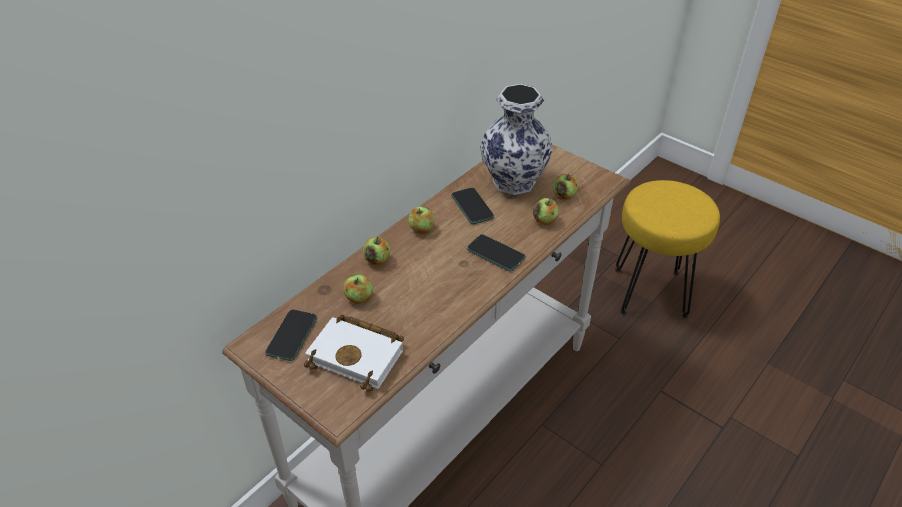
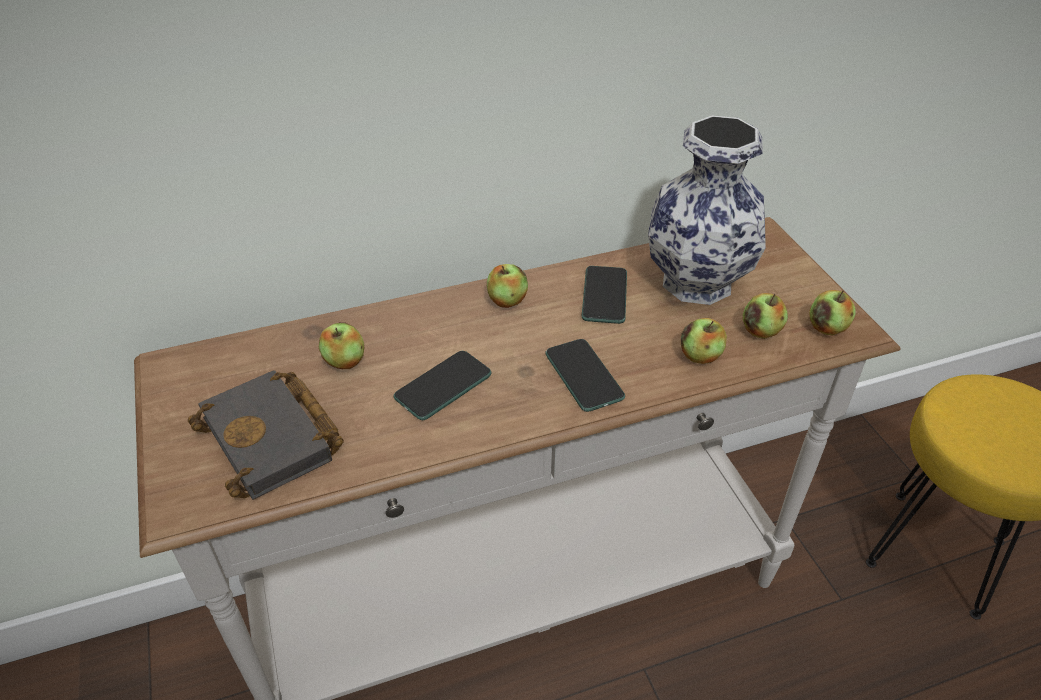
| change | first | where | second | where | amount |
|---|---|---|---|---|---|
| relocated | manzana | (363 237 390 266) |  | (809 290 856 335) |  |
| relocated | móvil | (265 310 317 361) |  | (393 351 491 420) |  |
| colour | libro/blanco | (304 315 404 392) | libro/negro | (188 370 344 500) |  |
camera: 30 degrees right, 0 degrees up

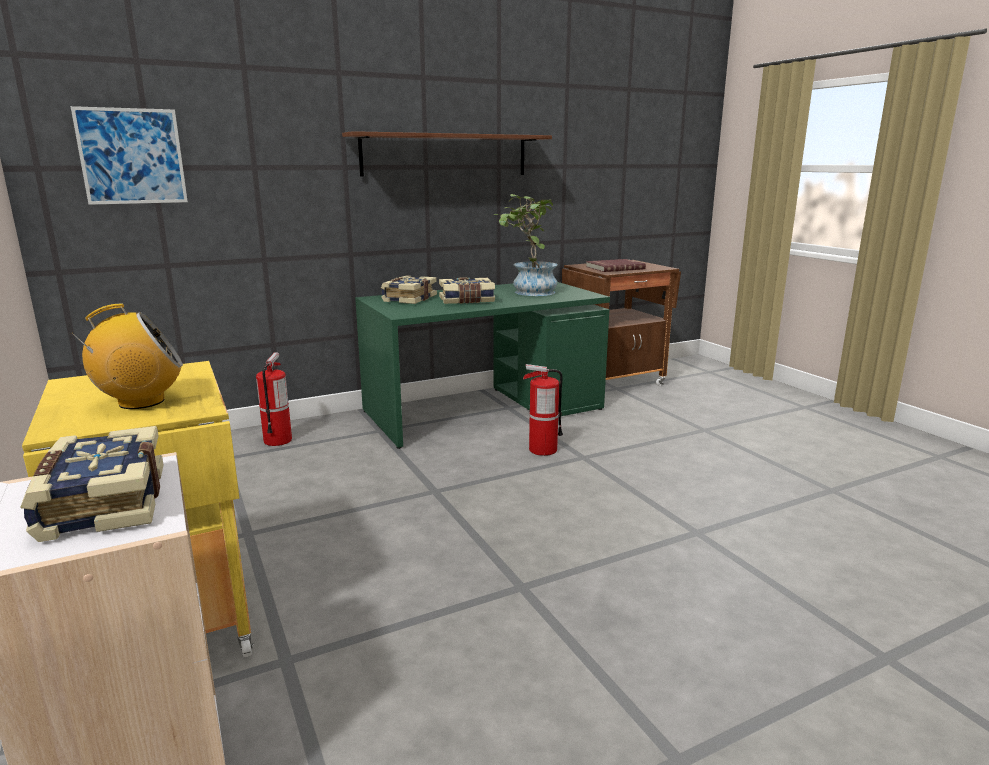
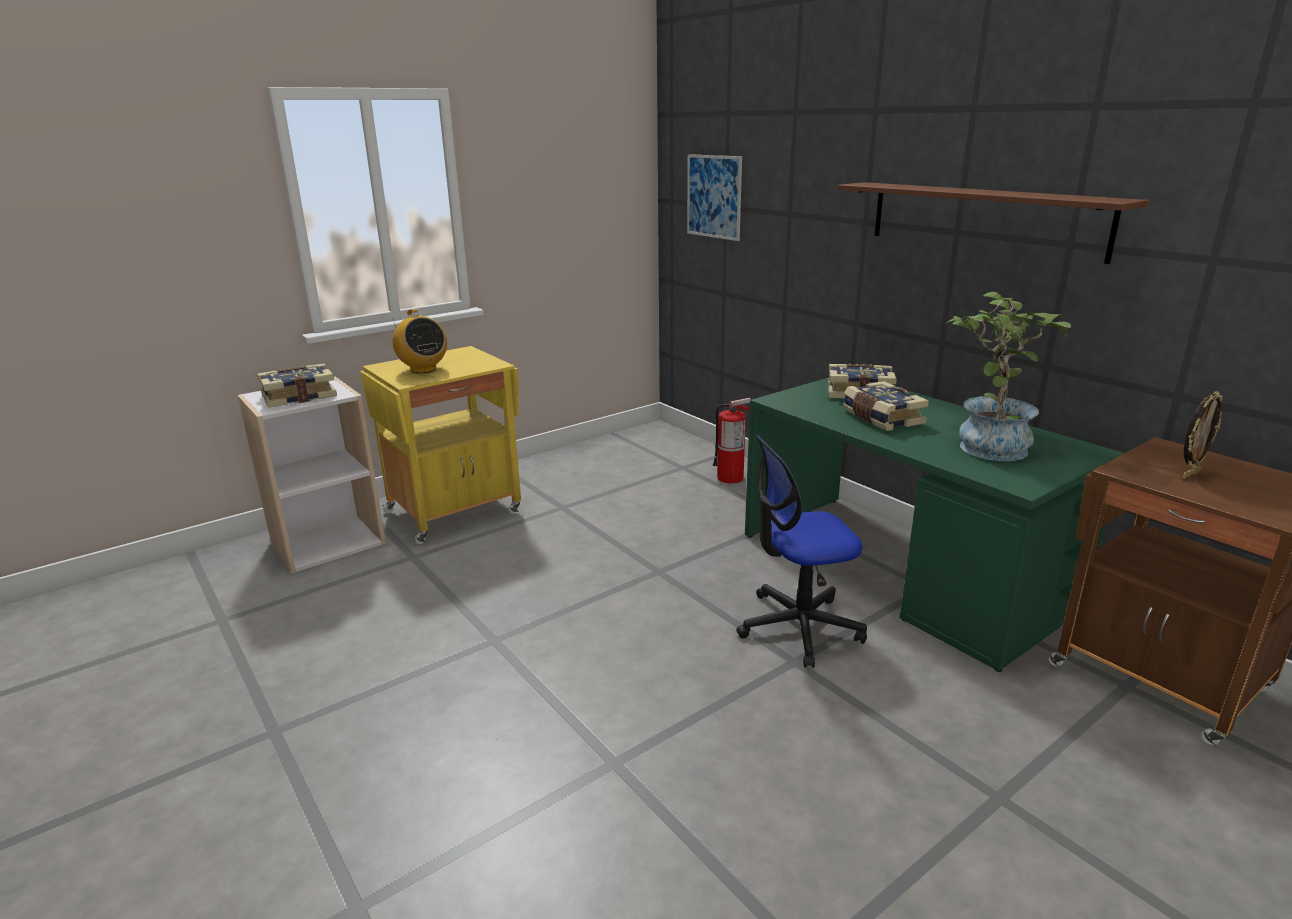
| change | first | where | second | where | amount |
|---|---|---|---|---|---|
| exchanged | libro/rojo | (586 259 646 272) | portarretratos | (1183 391 1223 479) |  |
| exchanged | extintor | (523 364 563 456) | silla de oficina | (736 435 867 668) |  |
camera: 80 degrees right, 5 degrees up

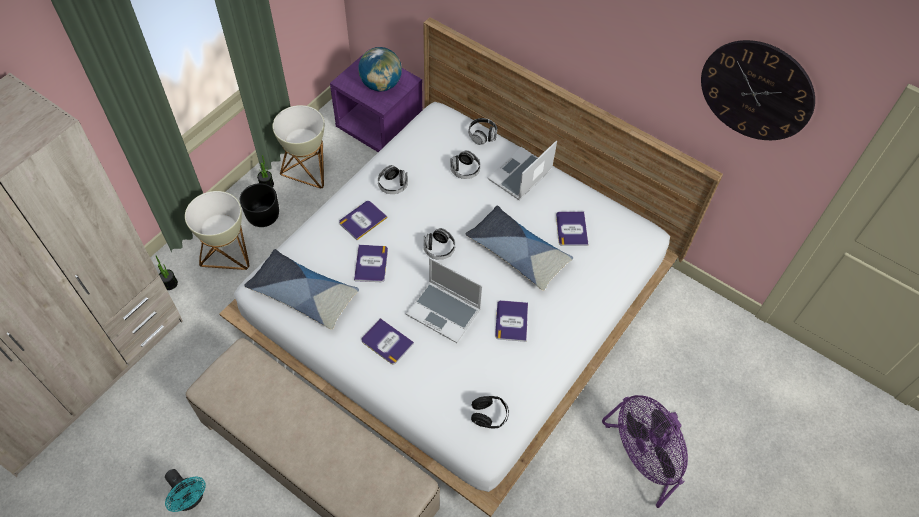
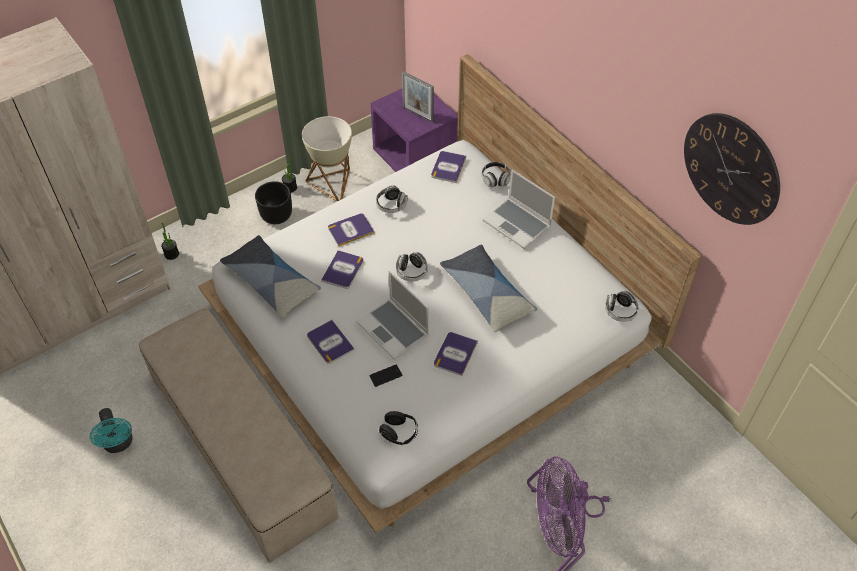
| change | first | where | second | where | amount |
|---|---|---|---|---|---|
| exchanged | globo terráqueo | (358 47 402 91) | portarretratos | (402 71 434 122) |  |
| spun | portátil | (488 140 557 200) |  | (483 169 555 249) | 105 degrees counterclockwise |
| relocated | auriculares | (450 150 481 179) |  | (605 290 639 322) |  |
| missing | maceta | (185 191 249 270) |  |  |  |
| relocated | libro | (556 211 588 246) |  | (431 151 466 183) |  |
| appeared |  |  | móvil | (370 365 402 387) |  |
camera: 20 degrees right, 5 degrees down

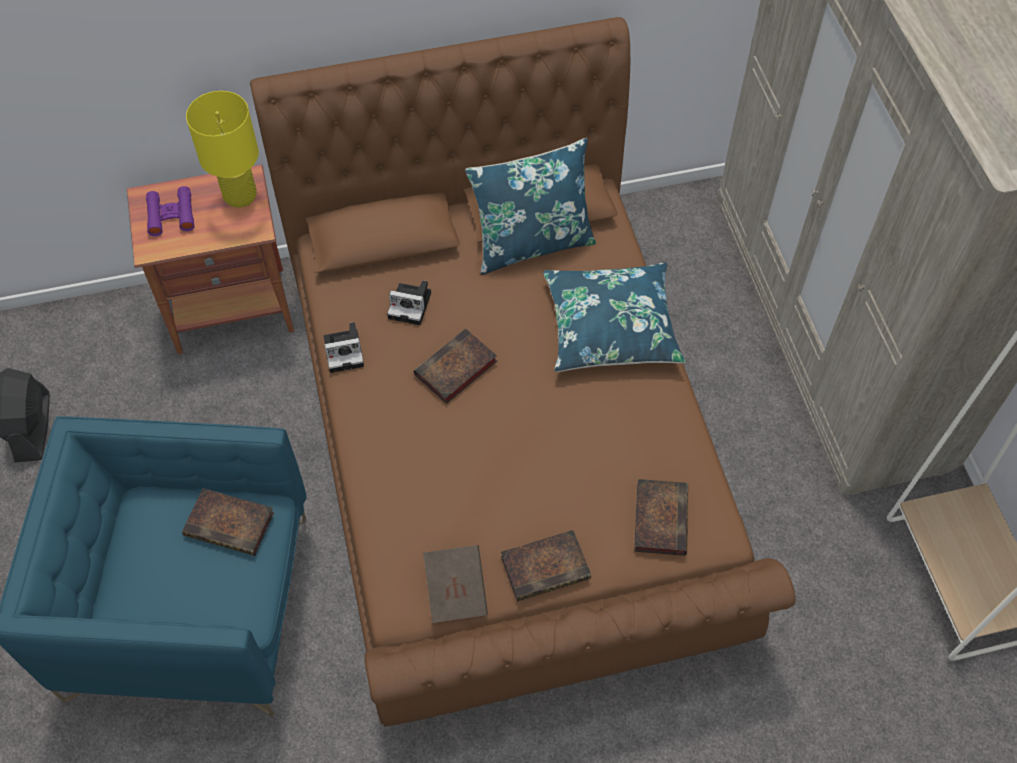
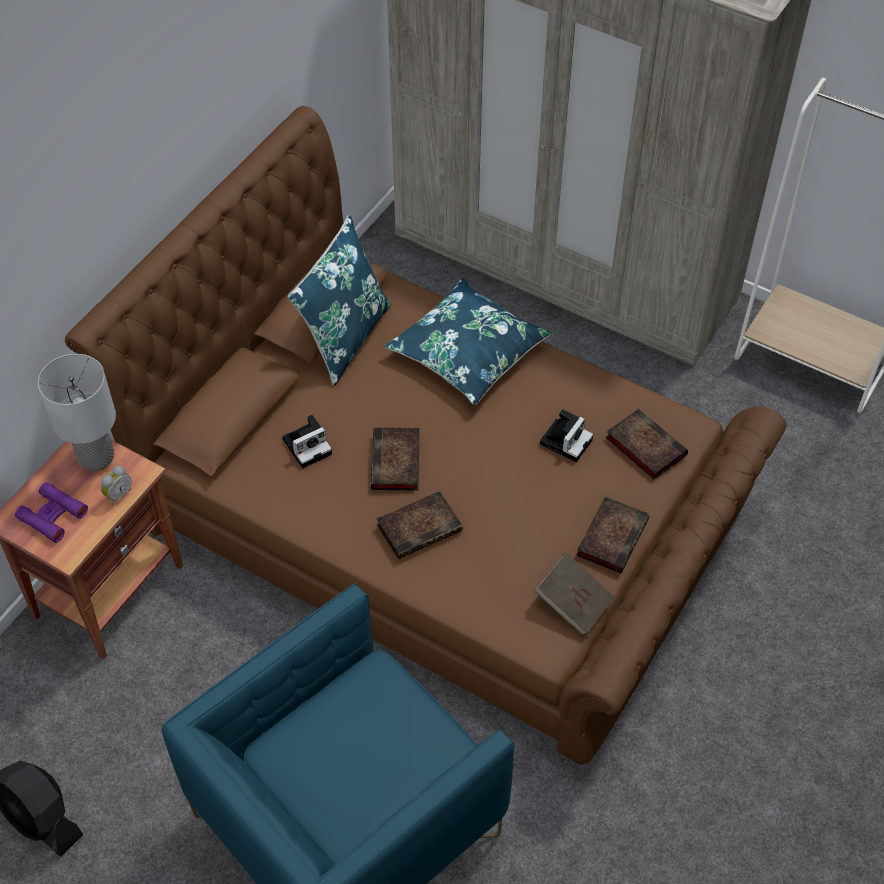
| change | first | where | second | where | amount |
|---|---|---|---|---|---|
| colour | lámpara de mesa/amarillo | (186 91 259 208) | lámpara de mesa/gris | (38 354 116 471) |  |
| relocated | cámara | (324 322 364 373) |  | (540 409 593 462) |  |
| relocated | libro | (182 488 274 556) |  | (377 491 463 559) |  |
| appeared |  |  | despertador | (101 466 132 505) |  |
camera: 45 degrees left, 5 degrees down

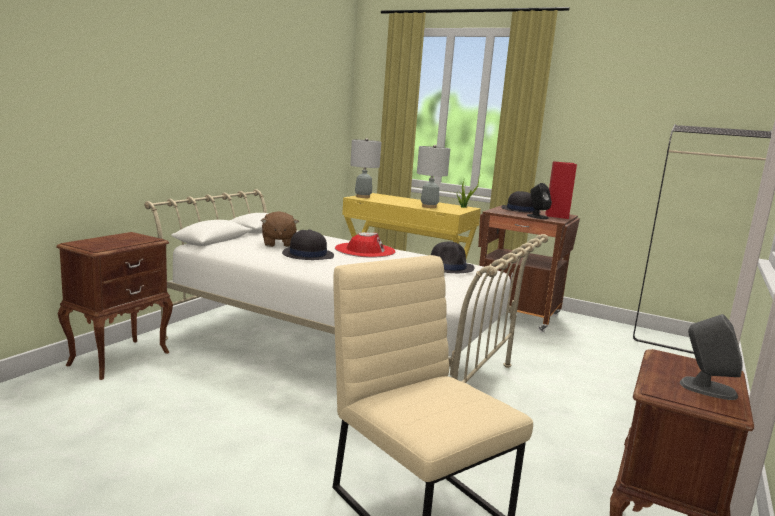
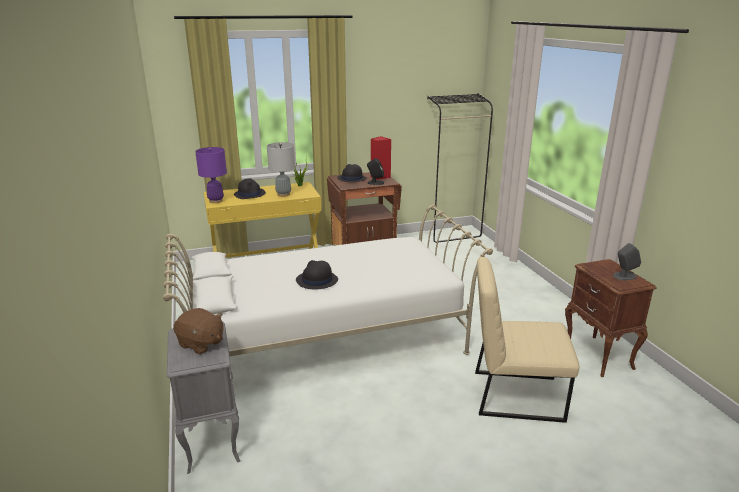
| change | first | where | second | where | amount |
|---|---|---|---|---|---|
| colour | lámpara de mesa/gris | (350 138 381 198) | lámpara de mesa/morado | (195 147 227 203) |  |
| relocated | peluche/marrón | (261 211 299 247) |  | (173 308 224 355) |  |
| colour | mesita de noche/marrón | (56 232 173 380) | mesita de noche/gris | (167 321 240 474) |  |
| missing | sombrero/rojo | (335 232 396 258) |  |  |  |
| relocated | sombrero/negro | (431 242 474 273) |  | (234 178 266 199) |  |
camera: 45 degrees left, 10 degrees up

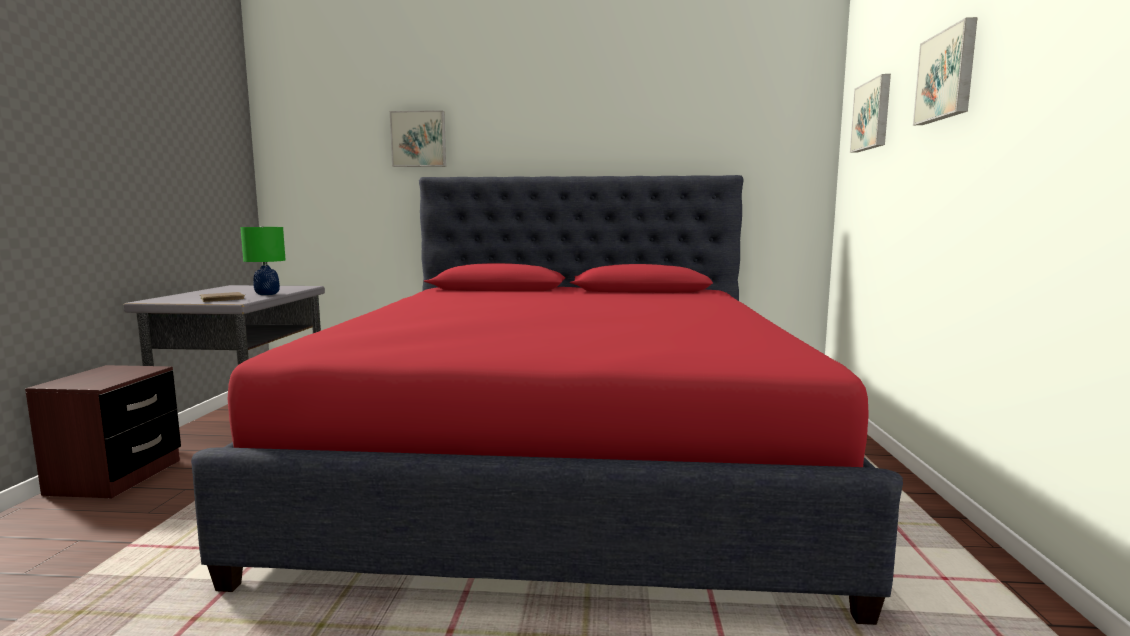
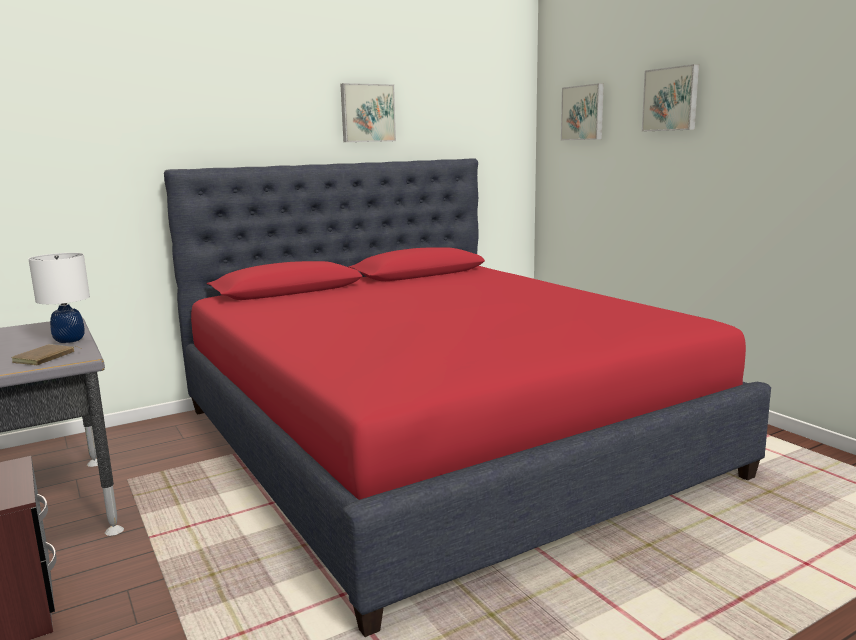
| change | first | where | second | where | amount |
|---|---|---|---|---|---|
| relocated | cuadro | (390 110 446 167) |  | (340 83 396 142) |  |
| colour | lámpara de mesa/verde | (240 226 286 295) | lámpara de mesa/blanco | (28 253 90 343) |  |
camera: 35 degrees left, 5 degrees up

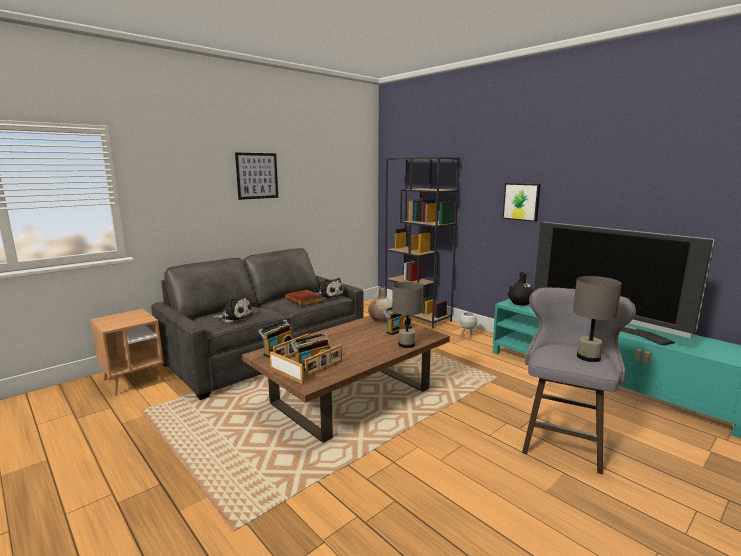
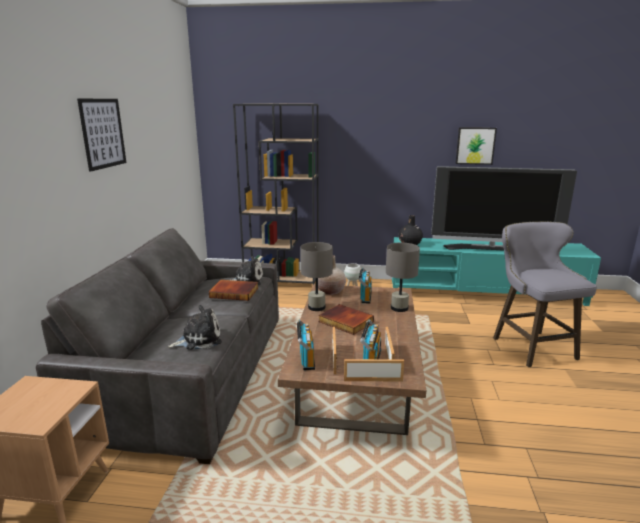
| change | first | where | second | where | amount |
|---|---|---|---|---|---|
| relocated | cuadro | (502 183 541 222) |  | (455 127 497 165) |  |
| relocated | lámpara de mesa/gris | (573 276 622 362) |  | (300 242 333 311) |  |
| appeared |  |  | libro | (318 304 374 335) |  |
camera: 40 degrees left, 5 degrees up

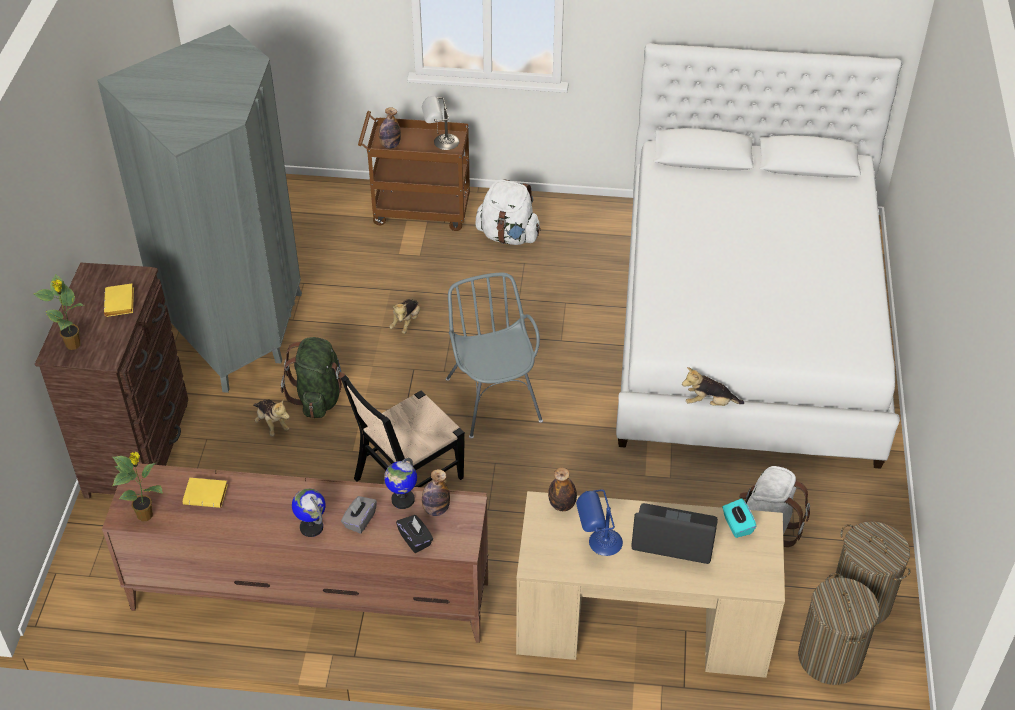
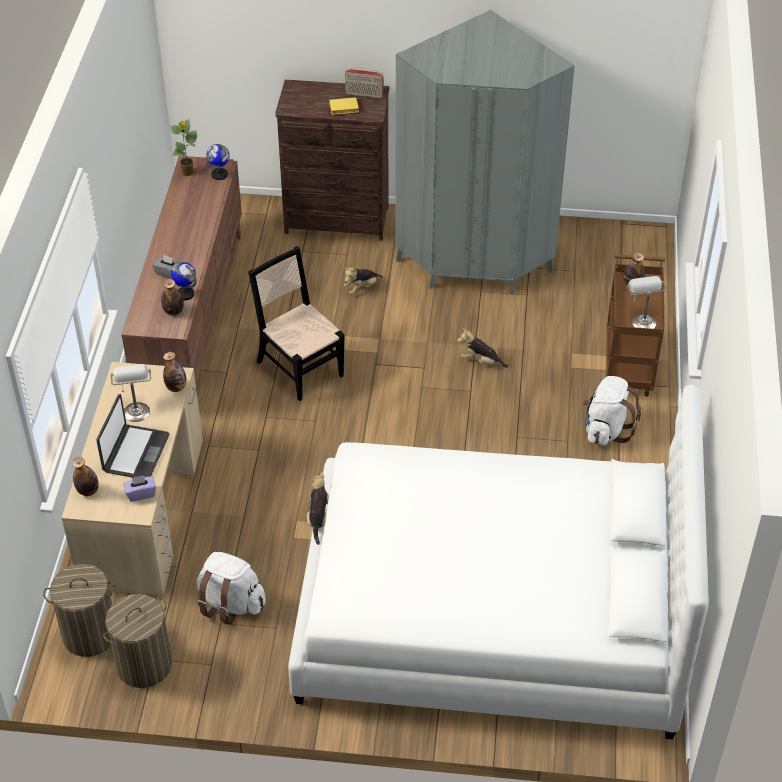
| change | first | where | second | where | amount |
|---|---|---|---|---|---|
| missing | silla/gris | (446 273 543 439) |  |  |  |
| missing | planta en maceta | (34 274 84 350) |  |  |  |
| missing | mochila/verde | (281 337 346 418) |  |  |  |
| missing | libro/amarillo | (183 478 228 508) |  |  |  |
| relocated | globo terráqueo | (292 488 326 537) |  | (206 144 230 180) |  |
| colour | lámpara de mesa/azul | (576 489 623 556) | lámpara de mesa/blanco | (110 364 151 422) |  |
| colour | caja de pañuelos/turquesa | (722 498 756 538) | caja de pañuelos/morado | (124 475 156 502) |  |
| missing | caja de pañuelos/negro | (396 515 433 553) |  |  |  |
| appeared |  |  | radio | (345 66 384 98) |  |
| appeared |  |  | botella | (72 457 99 496) |  |
camera: 90 degrees right, 0 degrees up

